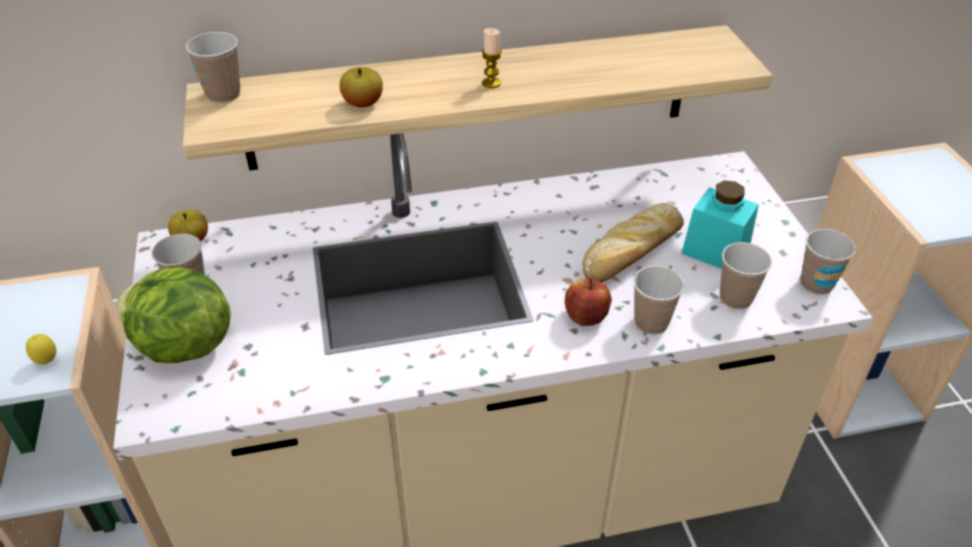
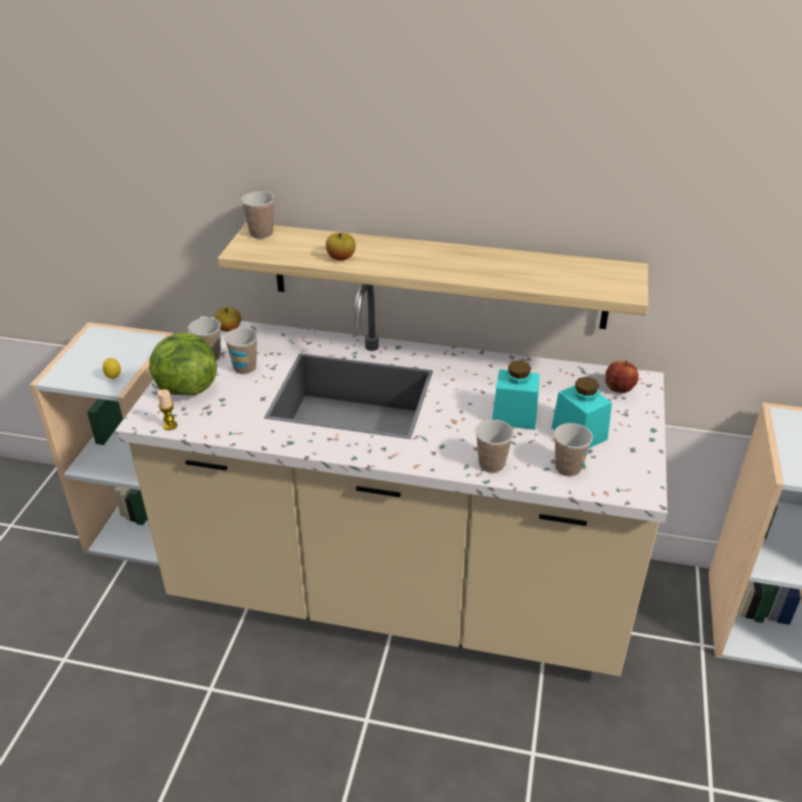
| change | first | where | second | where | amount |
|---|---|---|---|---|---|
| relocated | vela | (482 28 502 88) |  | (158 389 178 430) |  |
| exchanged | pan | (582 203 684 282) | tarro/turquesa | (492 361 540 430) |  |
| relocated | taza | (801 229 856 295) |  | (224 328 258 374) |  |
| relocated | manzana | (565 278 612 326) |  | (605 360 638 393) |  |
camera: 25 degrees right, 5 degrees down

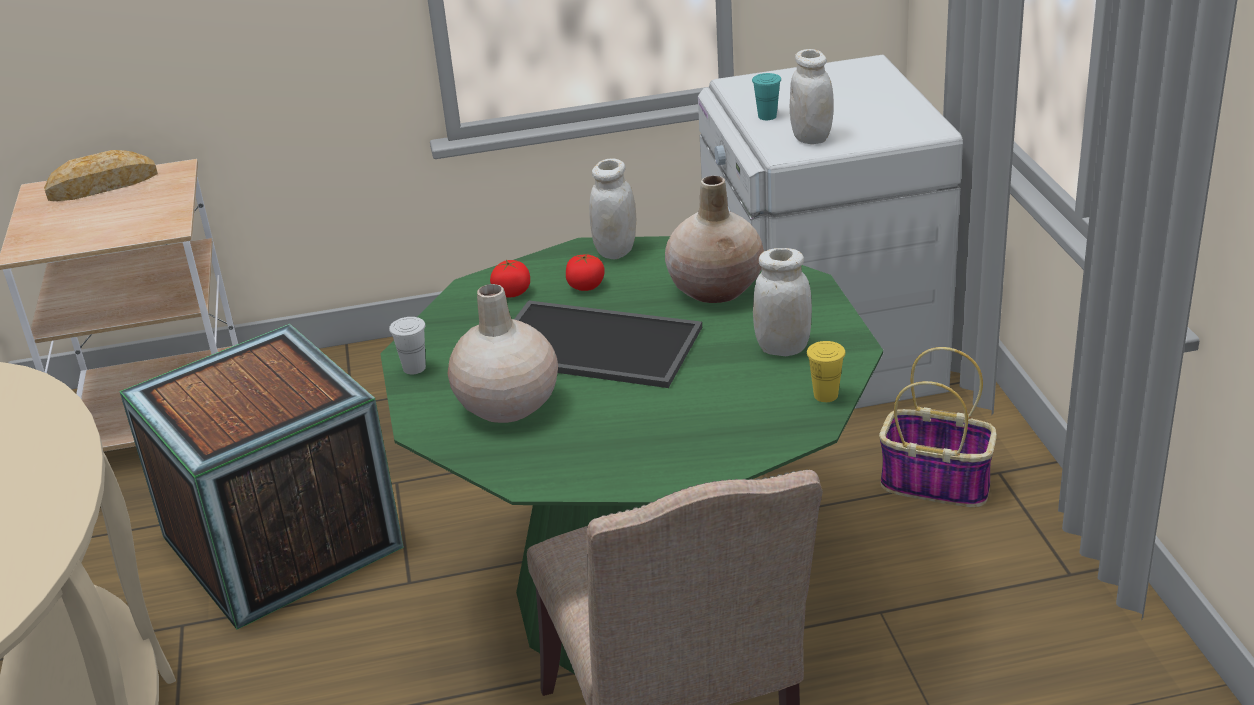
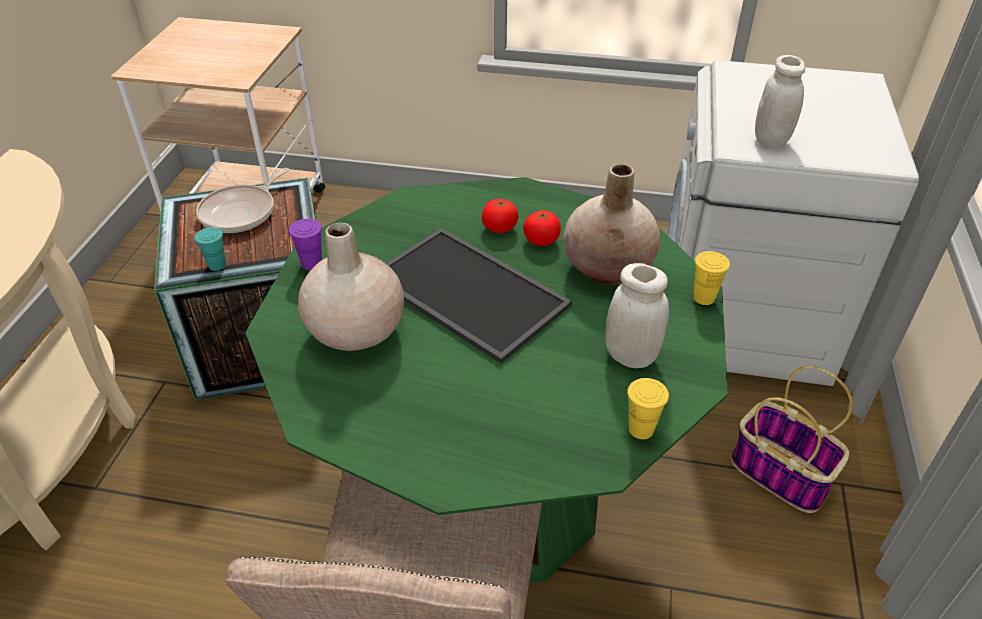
| change | first | where | second | where | amount |
|---|---|---|---|---|---|
| relocated | taza/turquesa | (752 73 781 120) |  | (194 227 226 271) |  |
| missing | pan | (44 150 158 201) |  |  |  |
| missing | tarro/blanco | (589 158 636 259) |  |  |  |
| relocated | tomate | (490 260 530 297) |  | (523 210 561 246) |  |
| colour | taza/blanco | (389 317 426 374) | taza/morado | (289 219 322 271) |  |
| appeared |  |  | sartén | (196 168 289 233) |  |
| appeared |  |  | taza/amarillo | (693 251 730 305) |  |
camera: 20 degrees right, 10 degrees up

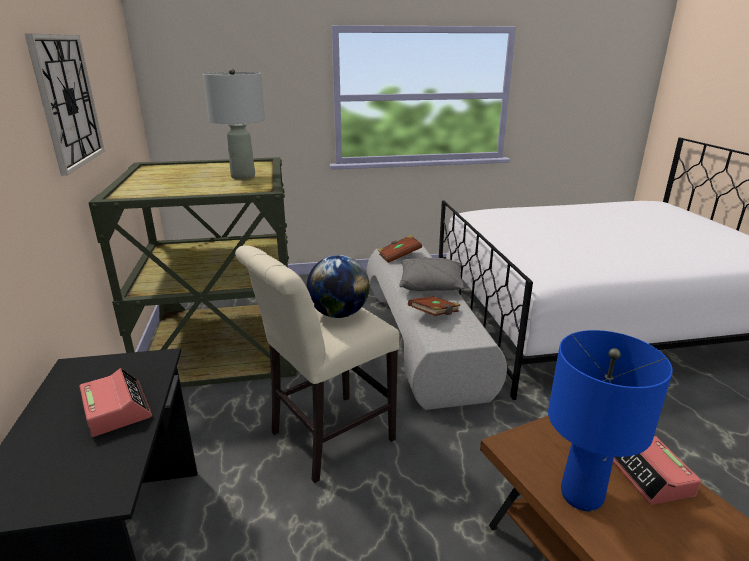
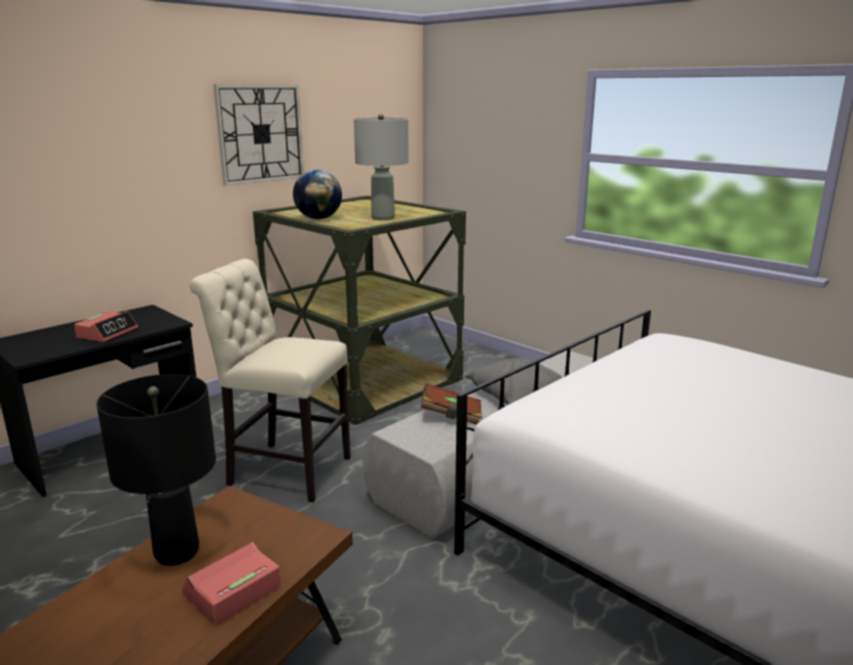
| change | first | where | second | where | amount |
|---|---|---|---|---|---|
| missing | libro/marrón | (378 235 422 263) |  |  |  |
| relocated | globo terráqueo | (307 255 370 318) |  | (293 170 342 219) |  |
| colour | lámpara de mesa/azul | (548 330 673 511) | lámpara de mesa/negro | (97 374 216 566) |  |
camera: 55 degrees right, 5 degrees down

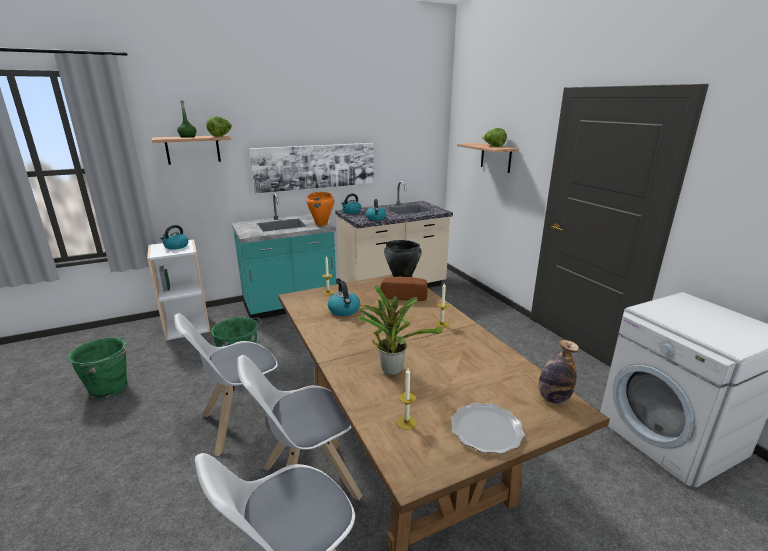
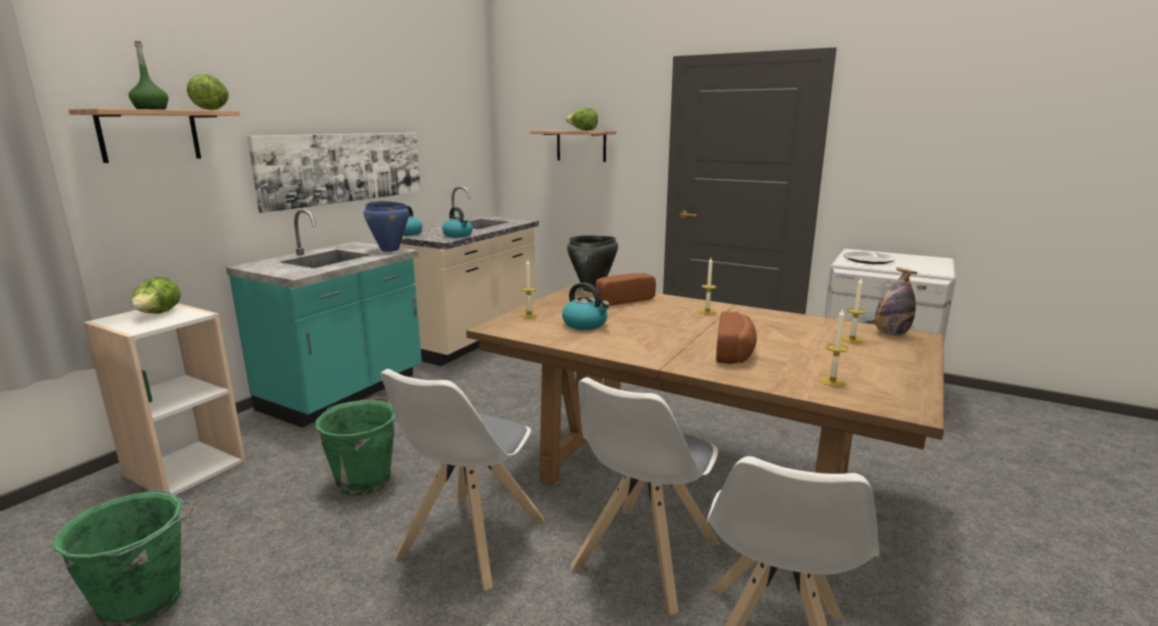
| change | first | where | second | where | amount |
|---|---|---|---|---|---|
| colour | olla/naranja | (306 192 334 226) | olla/azul | (364 201 409 252) |  |
| exchanged | hervidor | (160 225 188 250) | lechuga | (131 277 181 314) |  |
| exchanged | planta en maceta | (358 285 443 375) | pan | (716 312 757 364) |  |
| relocated | plato | (451 403 525 454) |  | (843 252 896 264) |  |
| appeared |  |  | vela | (842 278 866 343) |  |
camera: 35 degrees left, 5 degrees down

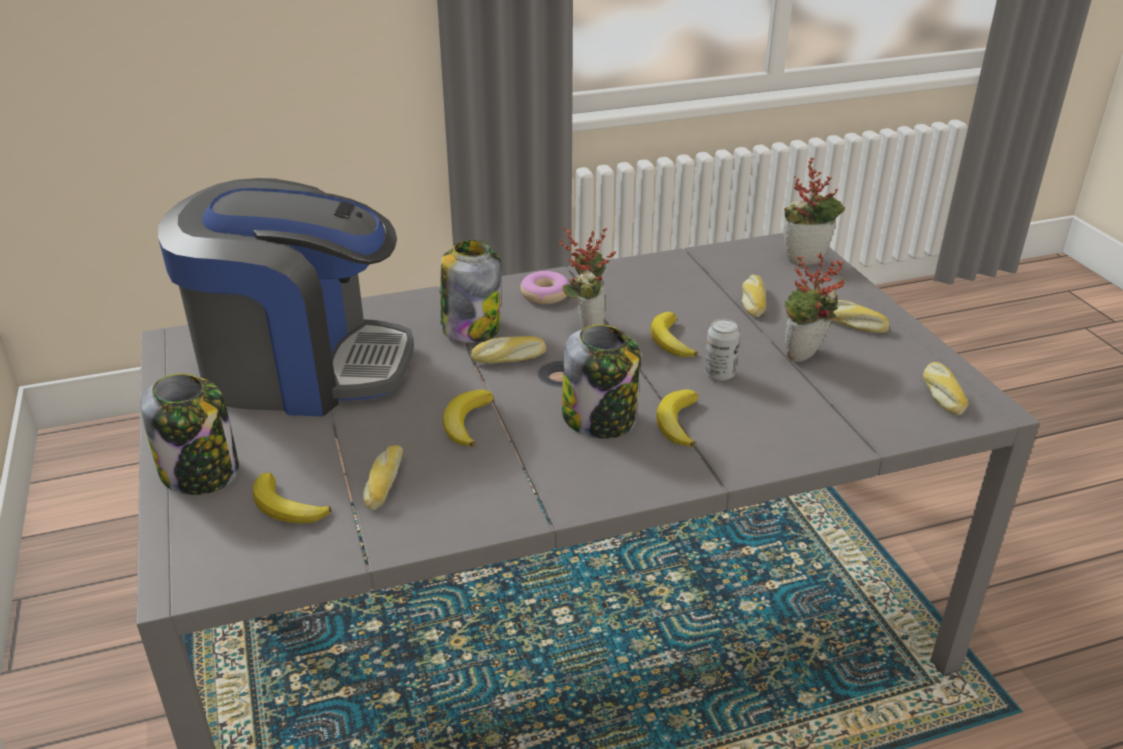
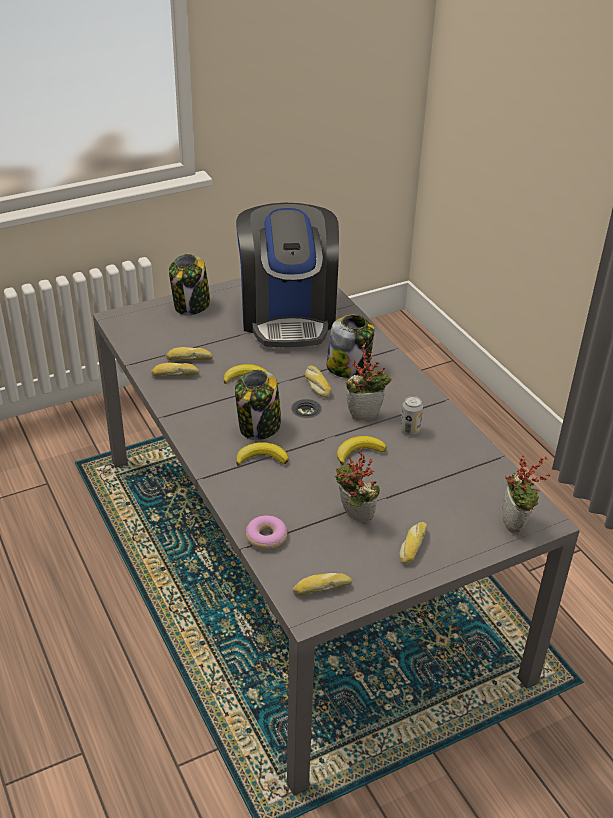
| change | first | where | second | where | amount |
|---|---|---|---|---|---|
| relocated | rosquilla | (520 271 570 304) |  | (245 516 288 550) |  |
| relocated | pan | (742 275 766 317) |  | (151 363 200 377) |  |
| relocated | lata | (704 319 740 381) |  | (400 396 423 435) |  |
| missing | plátano | (253 473 332 523) |  |  |  |
camera: 80 degrees right, 5 degrees up

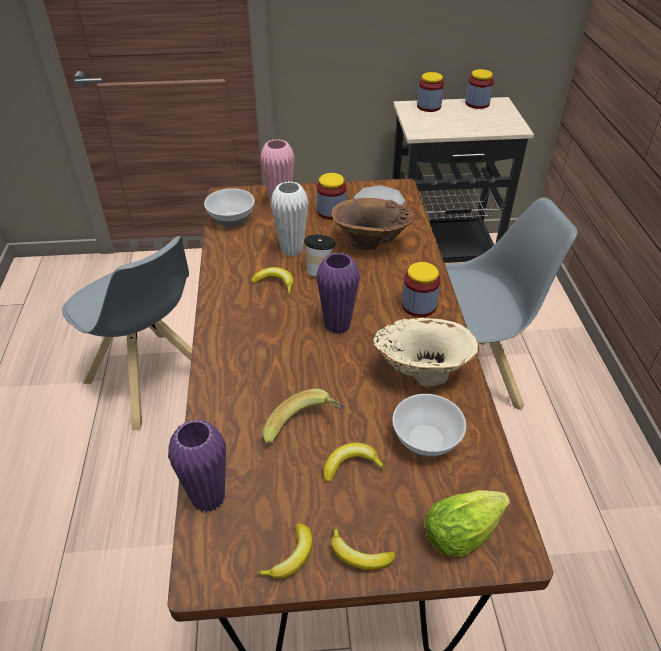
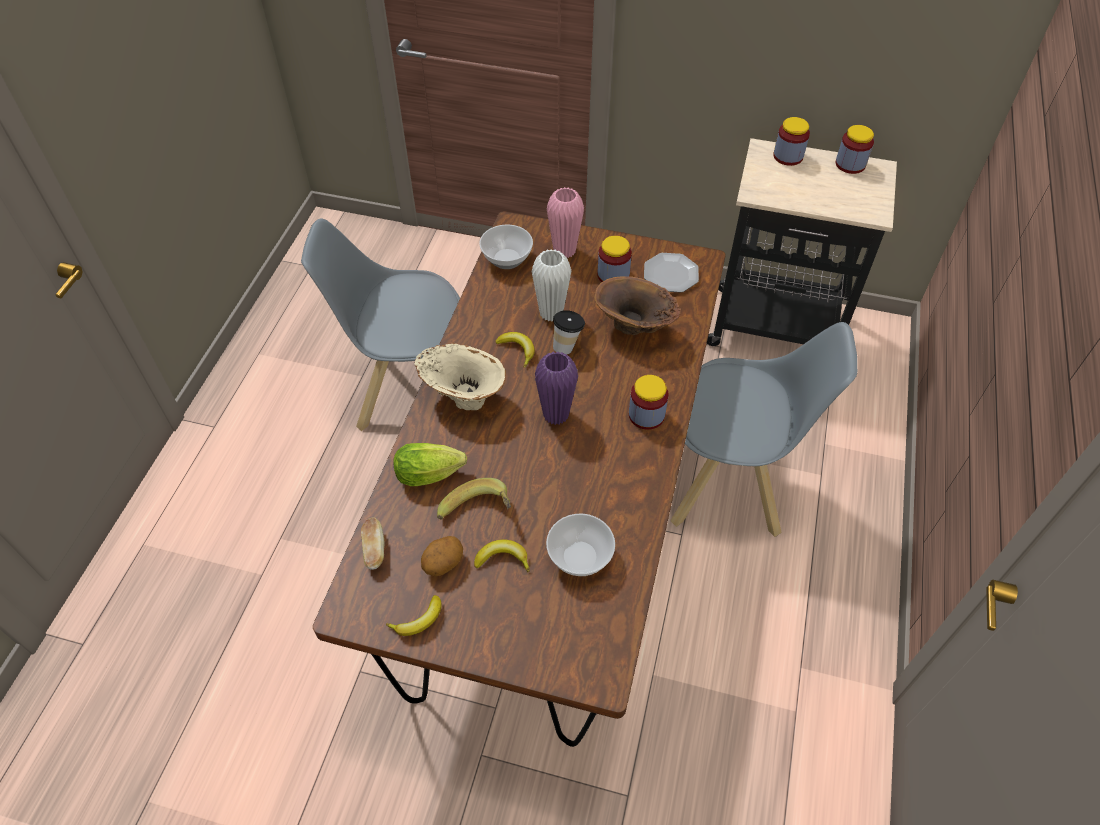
| change | first | where | second | where | amount |
|---|---|---|---|---|---|
| spun | silla/gris | (62 236 192 430) |  | (301 218 460 431) | 120 degrees clockwise |
| relocated | florero/beis | (373 318 479 387) |  | (414 343 506 410) |  |
| exchanged | florero/morado | (168 419 226 513) | pan | (361 517 384 570) |  |
| relocated | lechuga | (425 490 510 556) |  | (393 443 467 486) |  |
| missing | plátano | (331 527 396 570) |  |  |  |
| appeared |  |  | patata | (421 536 463 576) |  |
camera: 20 degrees right, 10 degrees up

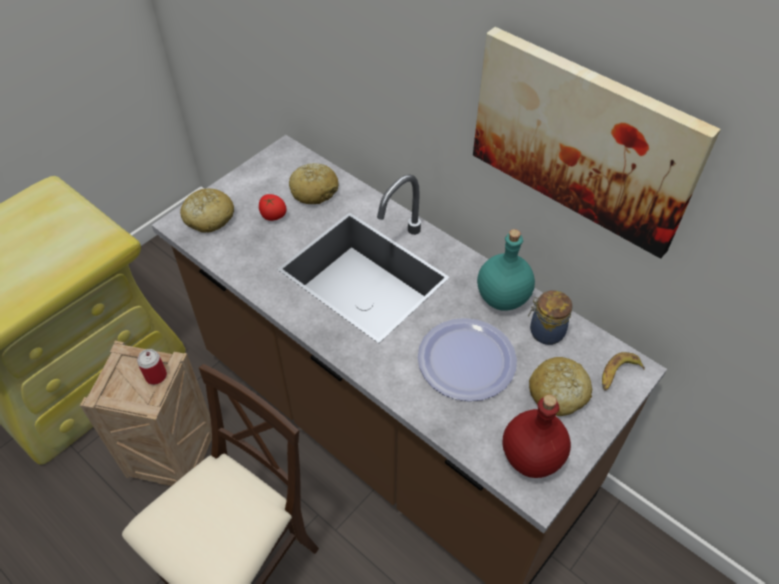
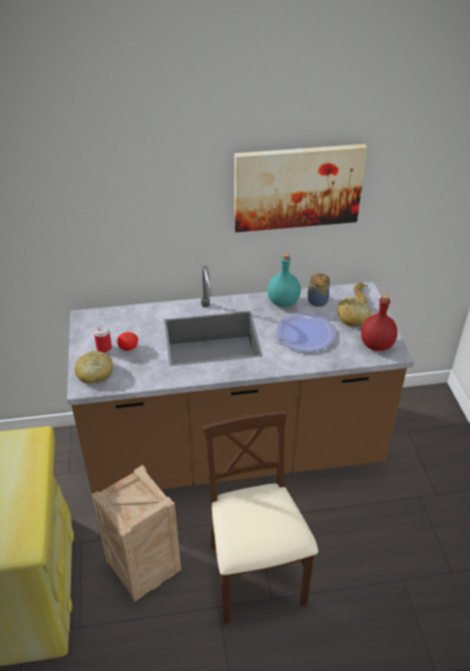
| change | first | where | second | where | amount |
|---|---|---|---|---|---|
| missing | pan | (289 163 338 204) |  |  |  |
| relocated | lata | (137 349 167 385) |  | (94 325 112 353) |  |
camera: 50 degrees left, 10 degrees down

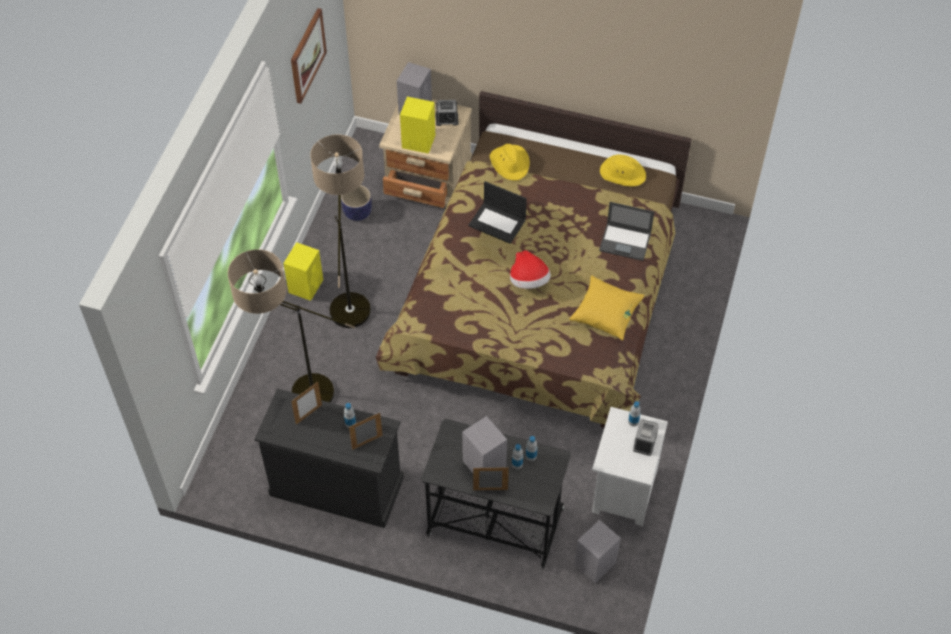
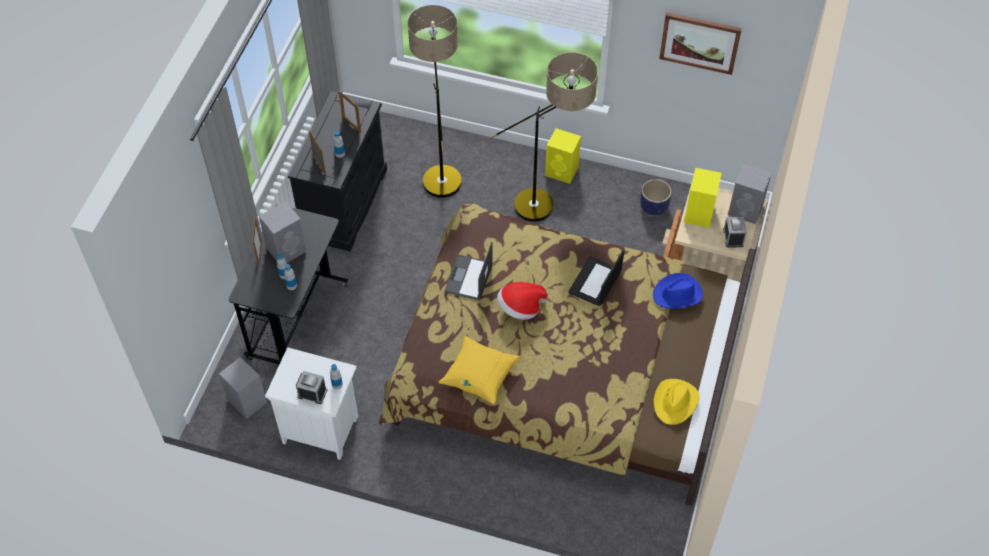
| change | first | where | second | where | amount |
|---|---|---|---|---|---|
| colour | sombrero/amarillo | (490 144 530 181) | sombrero/azul | (653 273 703 309) |  |
| relocated | portátil | (599 202 654 261) |  | (444 241 493 300) |  |
camera: 90 degrees right, 0 degrees up

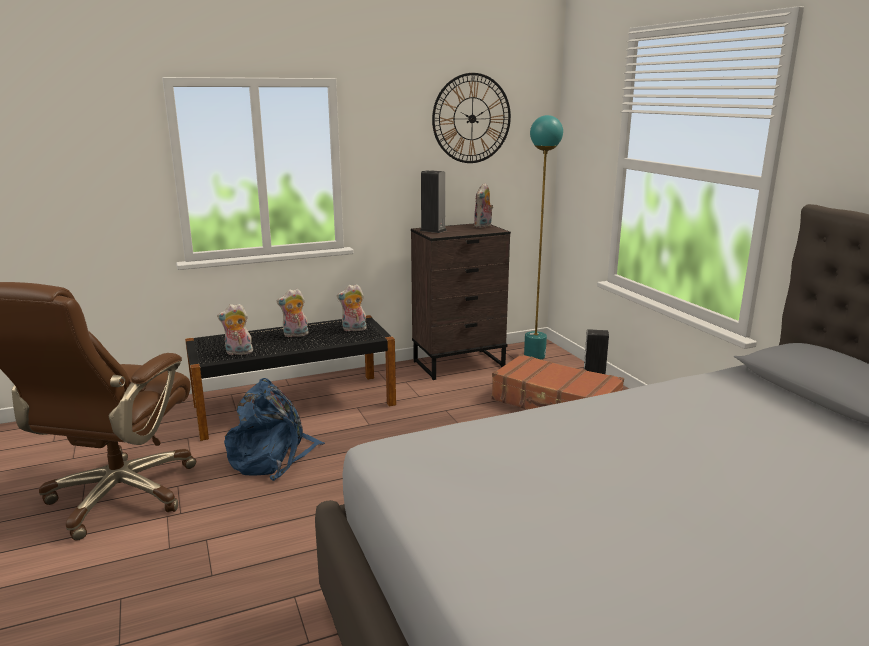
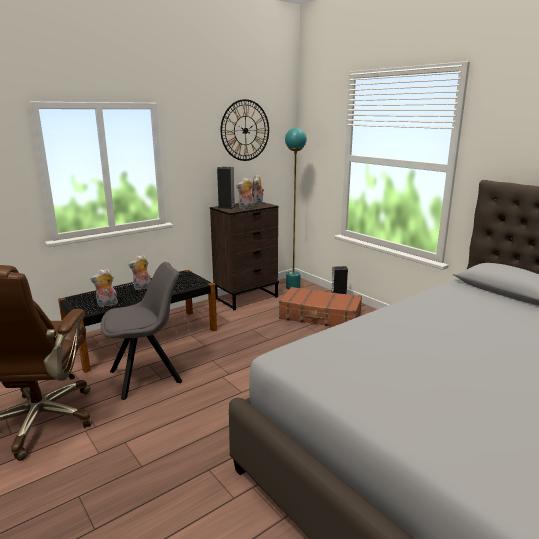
| change | first | where | second | where | amount |
|---|---|---|---|---|---|
| relocated | peluche | (337 284 367 331) |  | (236 178 254 209) |  |
| exchanged | mochila/azul | (224 378 325 481) | silla/gris | (101 262 182 400) |  |
camera: 15 degrees left, 0 degrees up

